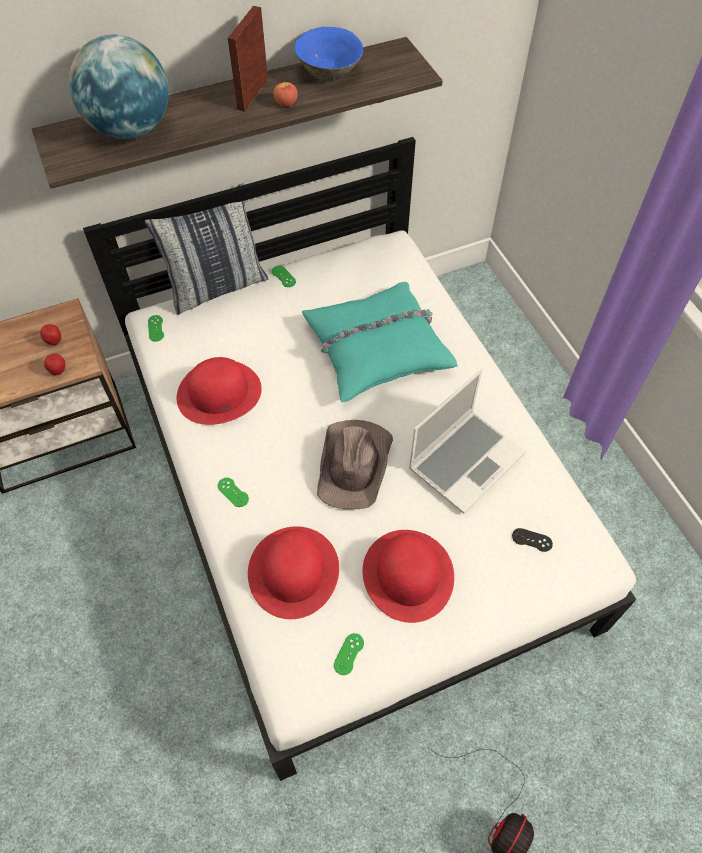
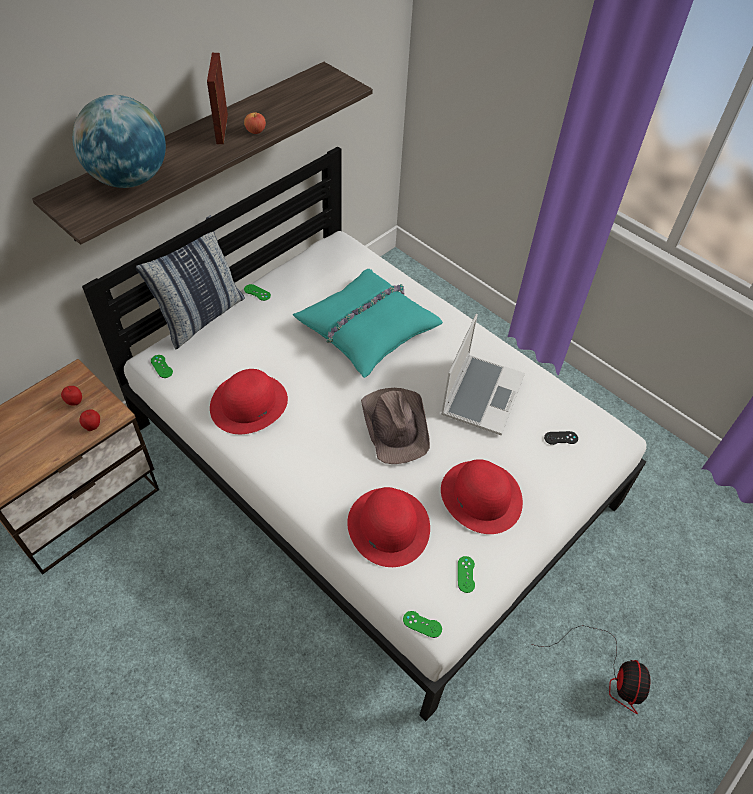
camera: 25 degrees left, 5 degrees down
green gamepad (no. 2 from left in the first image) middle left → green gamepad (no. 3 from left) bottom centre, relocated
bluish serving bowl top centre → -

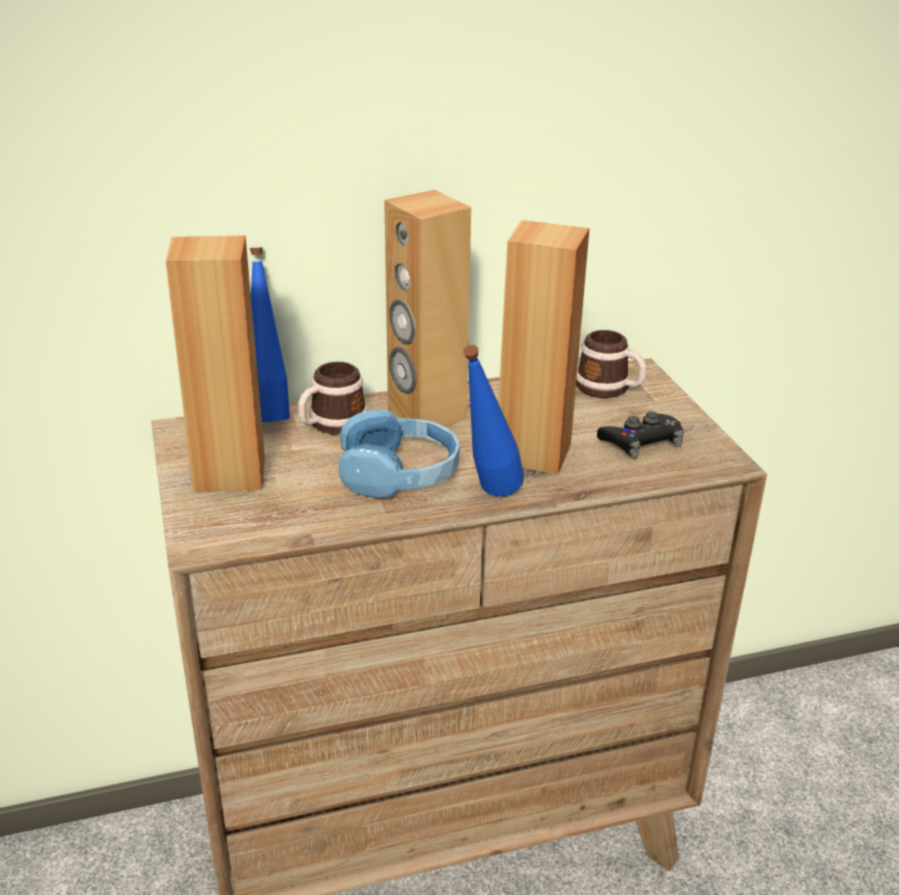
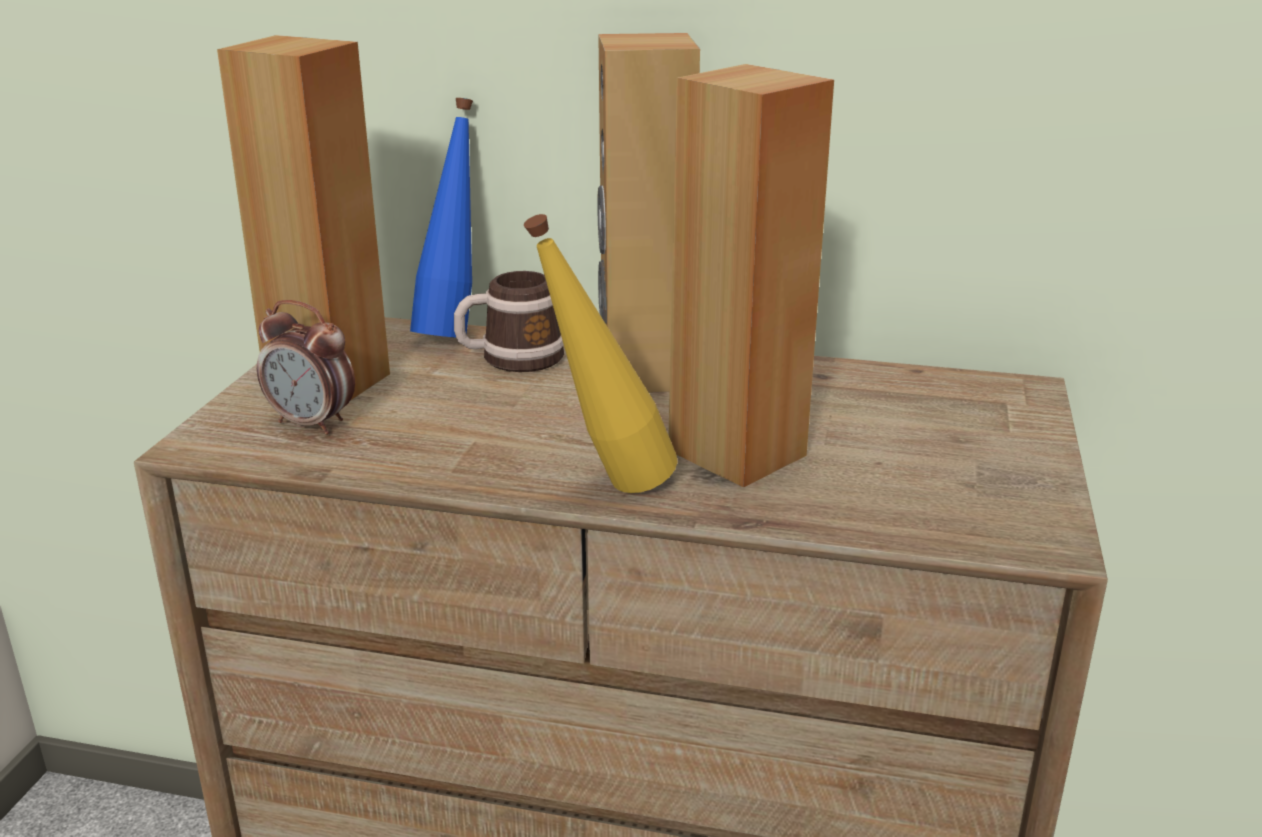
camera: 30 degrees right, 5 degrees down
- → alarm clock middle left
bluish drink bottle (no. 2 from left) centre → yellow drink bottle centre
bluish pair of headphones centre → -
mug (no. 2 from left) middle right → -
black gamepad middle right → -

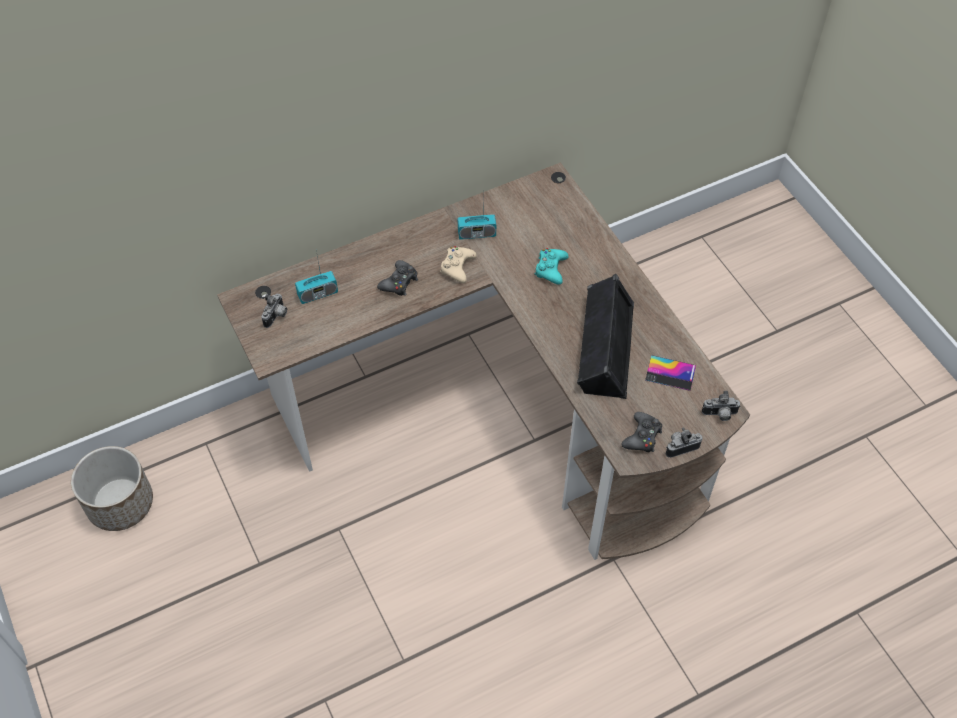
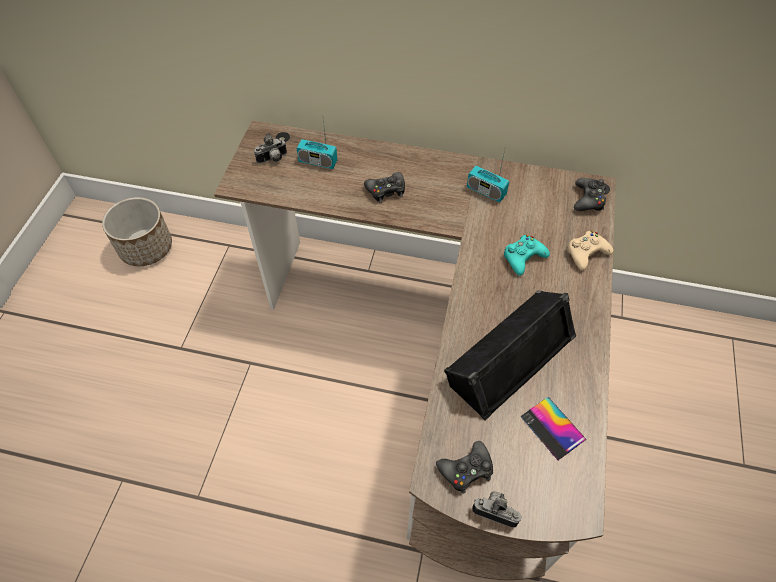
camera: 40 degrees right, 0 degrees up
sand-coloured gamepad centre → sand-coloured gamepad middle right, relocated
- → black gamepad (no. 3 from left) middle right
still camera (no. 3 from left) middle right → -

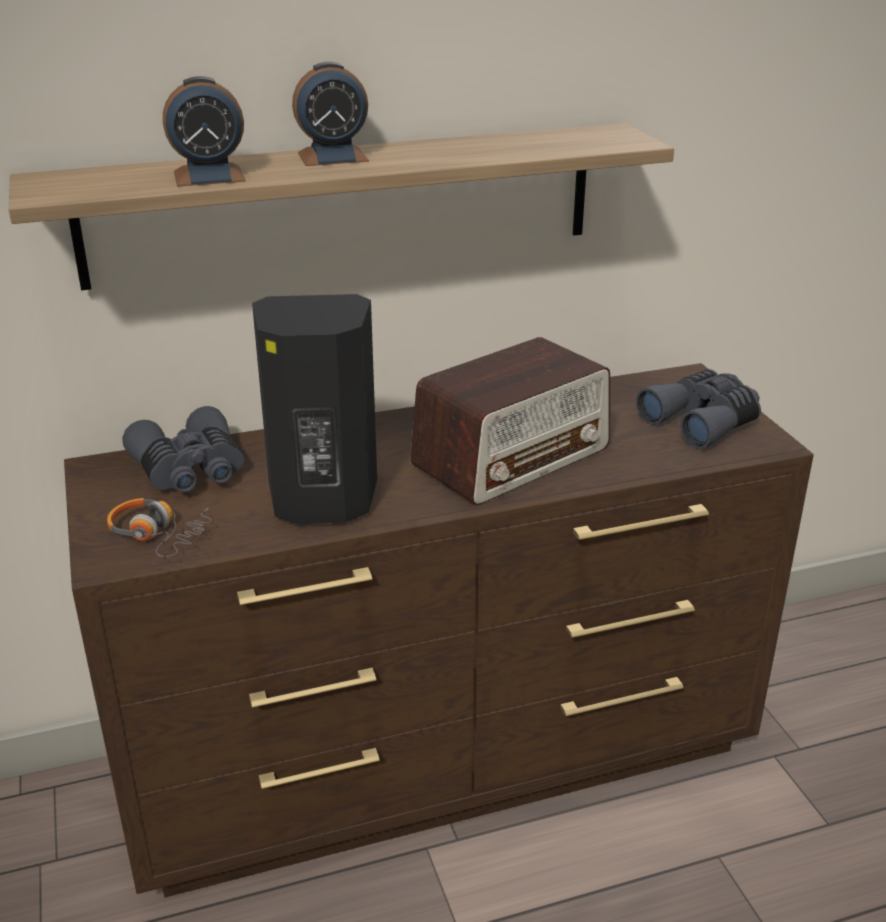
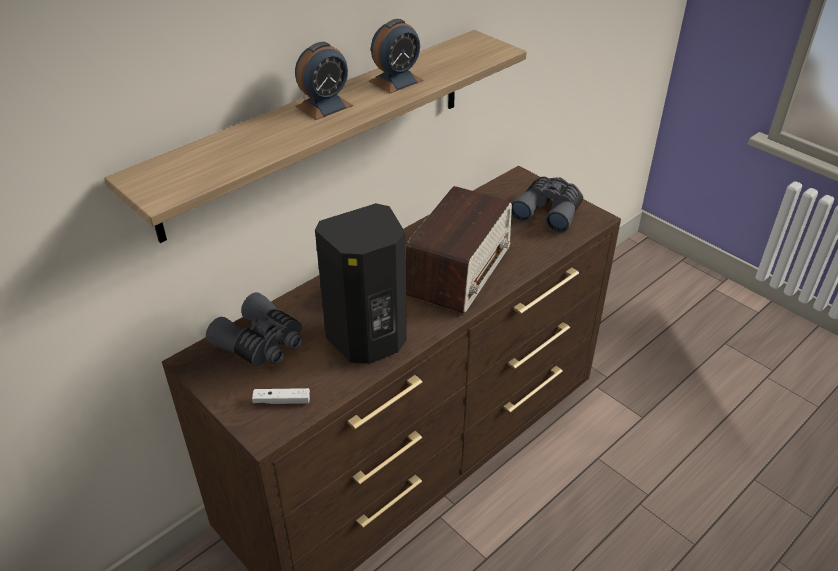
camera: 25 degrees left, 10 degrees up
pair of headphones middle left → whitish gamepad bottom centre
alarm clock (no. 1 from left in the first image) top left → alarm clock (no. 2 from left) top centre, relocated

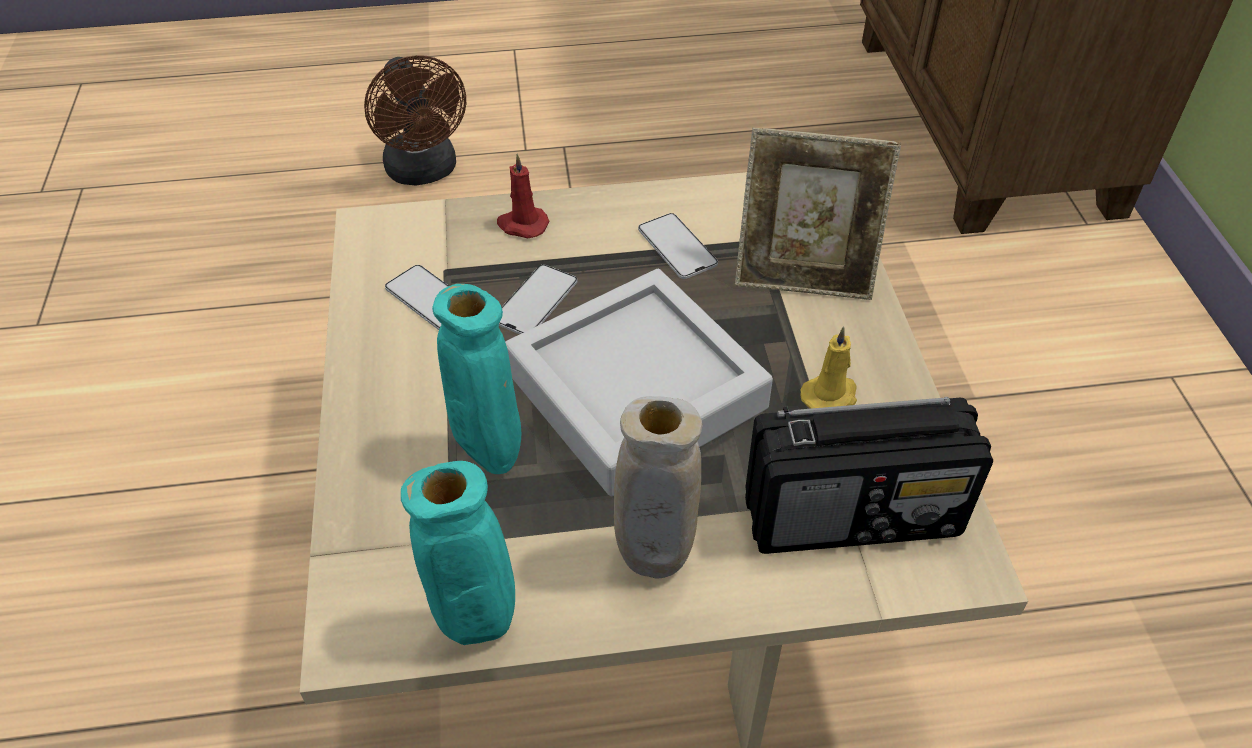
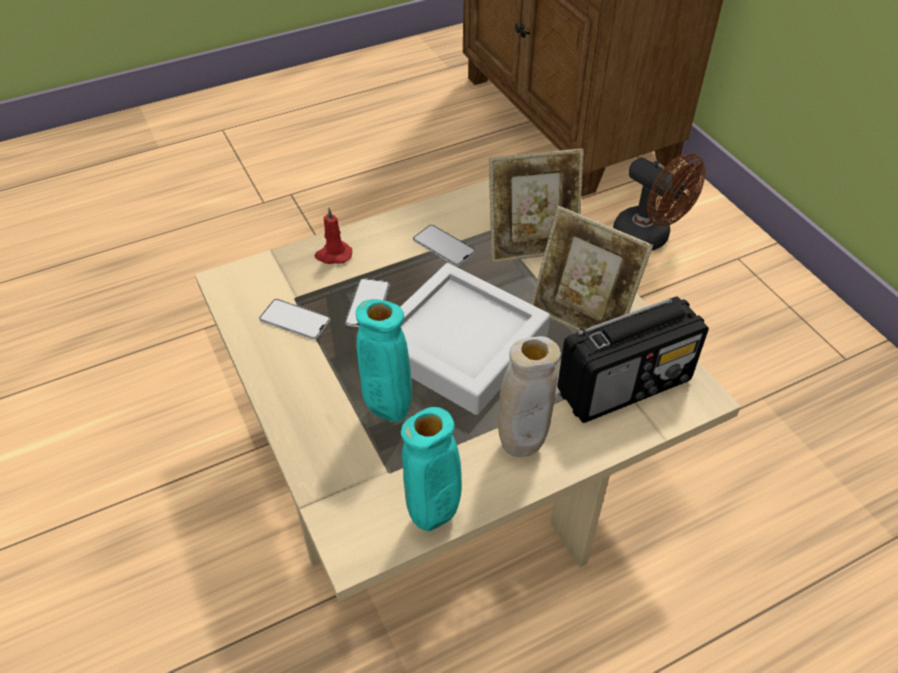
camera: 20 degrees left, 0 degrees up
yellow candle centre → standing frame (no. 2 from left) centre
brown-coloured cooling fan top left → brown-coloured cooling fan top right, relocated

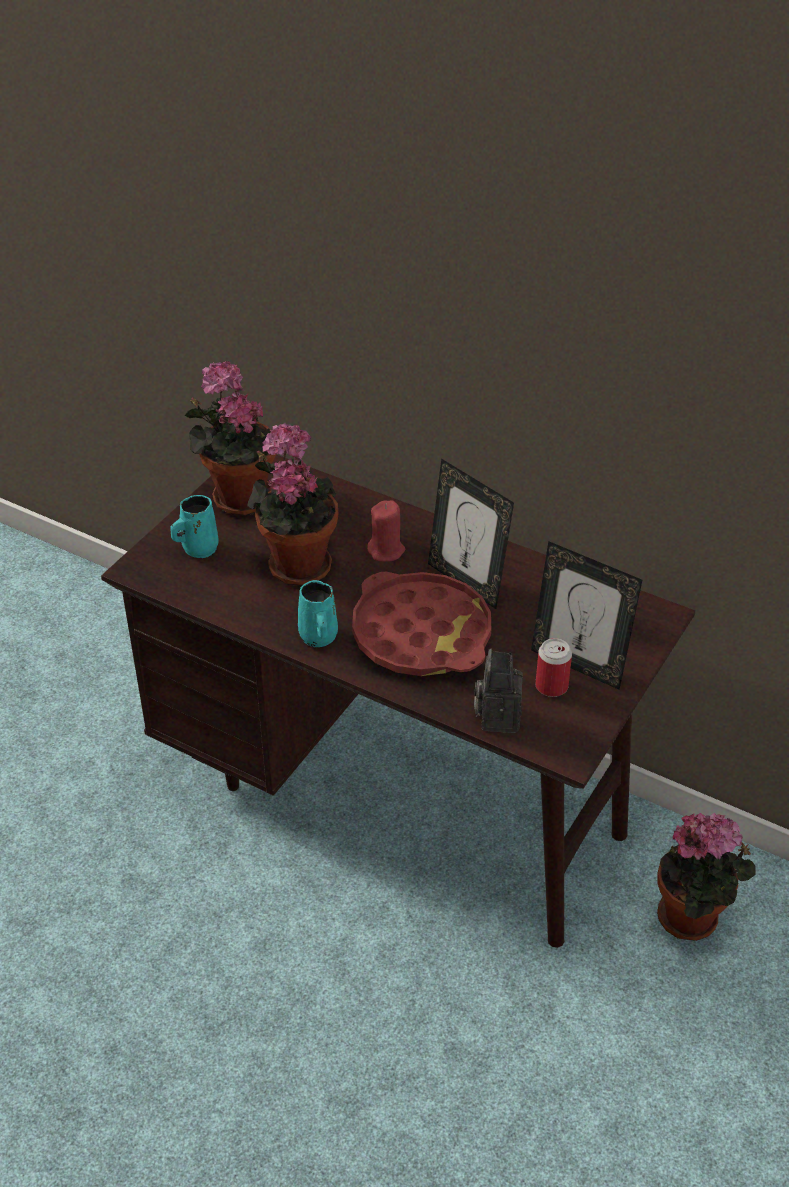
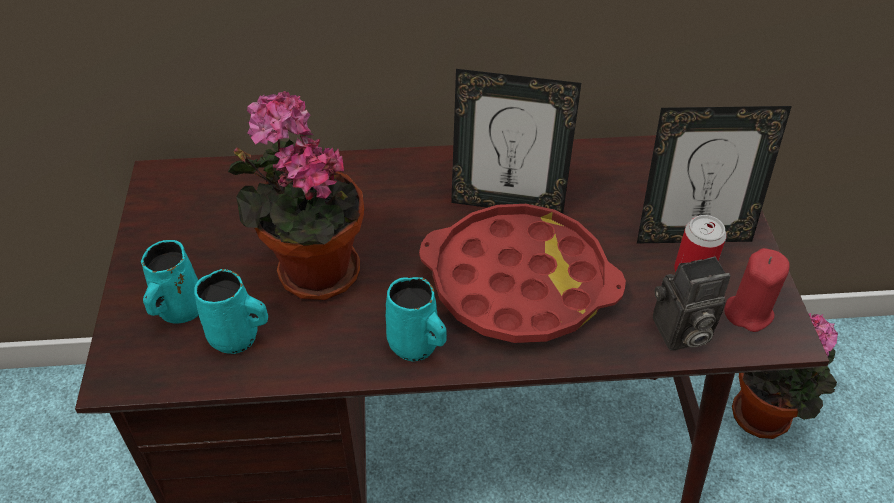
camera: 35 degrees left, 5 degrees up
- → turquoise mug (no. 2 from left) middle left
still camera centre → still camera middle right, 75 degrees counterclockwise
reddish candle centre → reddish candle middle right, relocated
plant in a pot (no. 1 from left) middle left → -

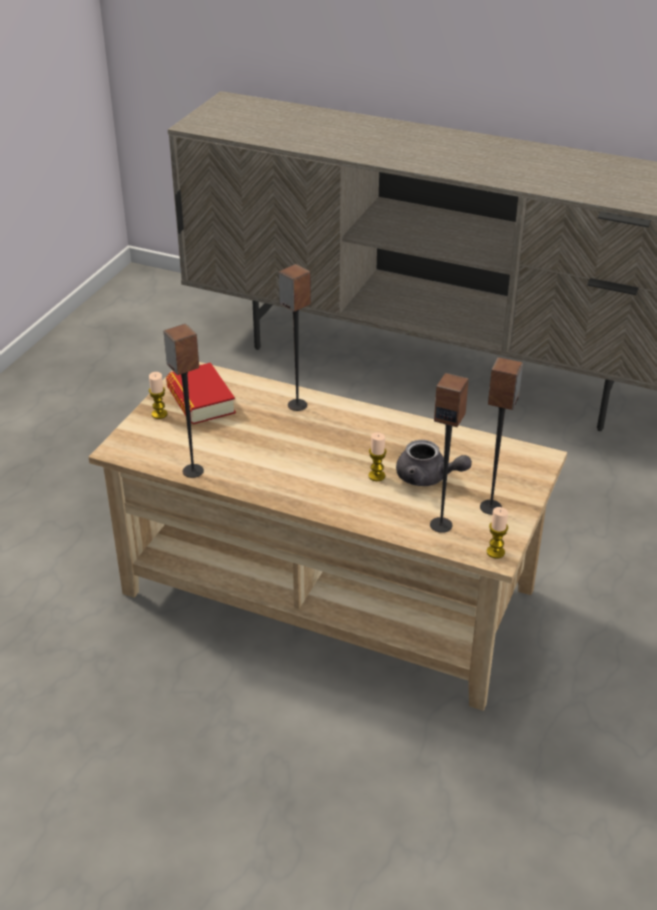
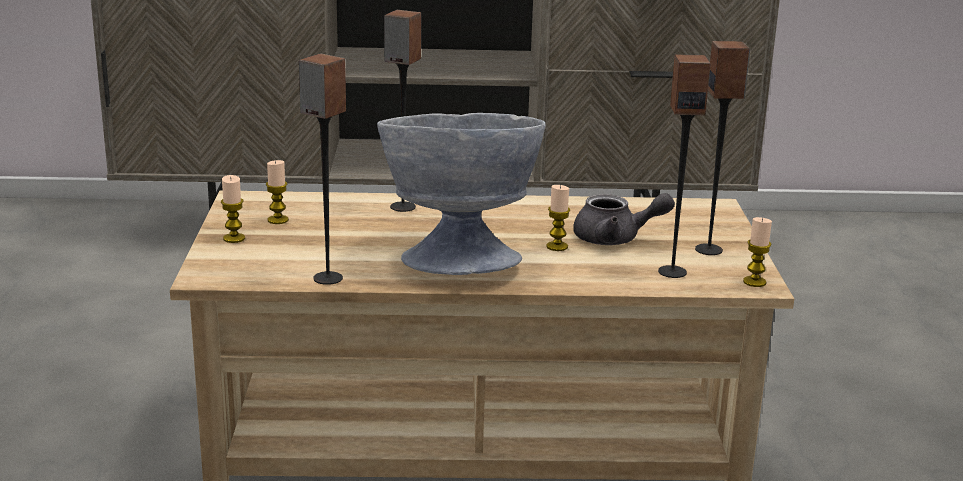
camera: 25 degrees left, 15 degrees down
volume middle left → candle (no. 2 from left) middle left
- → grey serving bowl centre

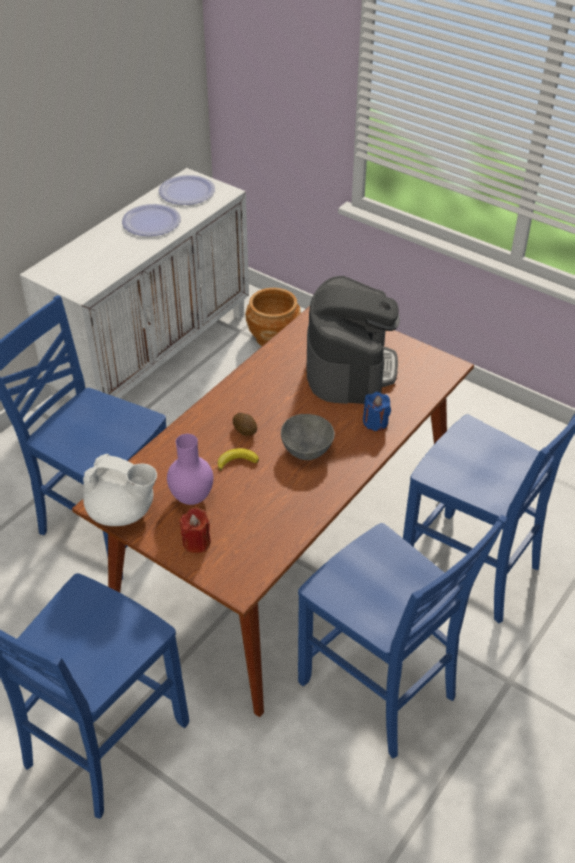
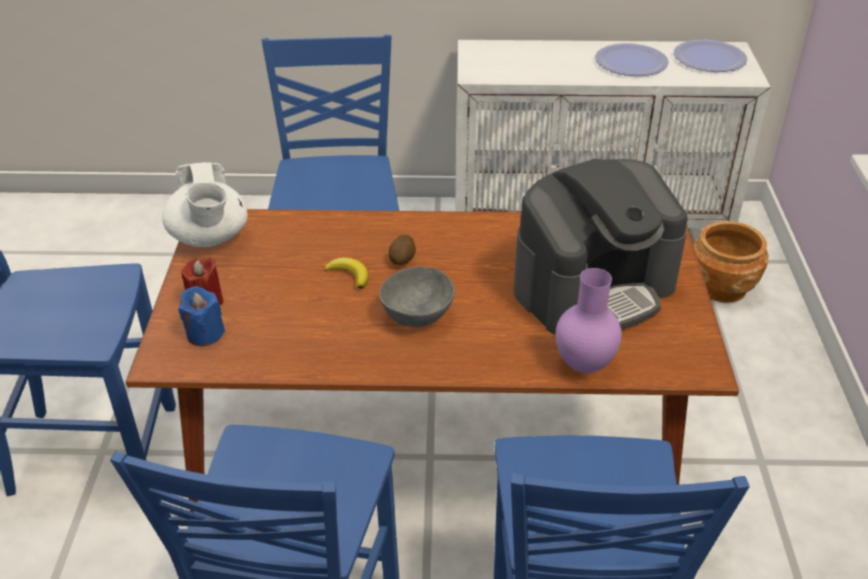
camera: 55 degrees right, 5 degrees down
bluish candle centre → bluish candle middle left, relocated
purple decorative vase middle left → purple decorative vase middle right, relocated

